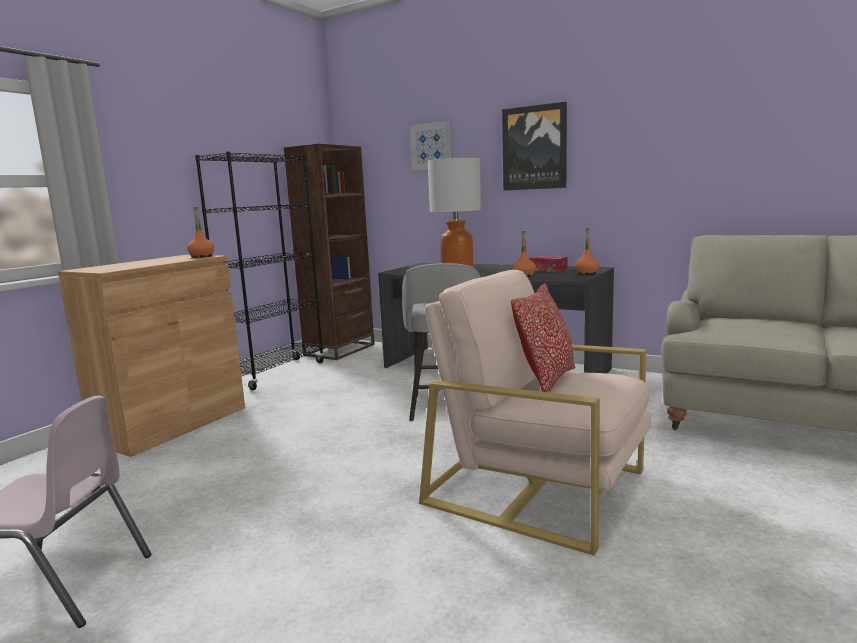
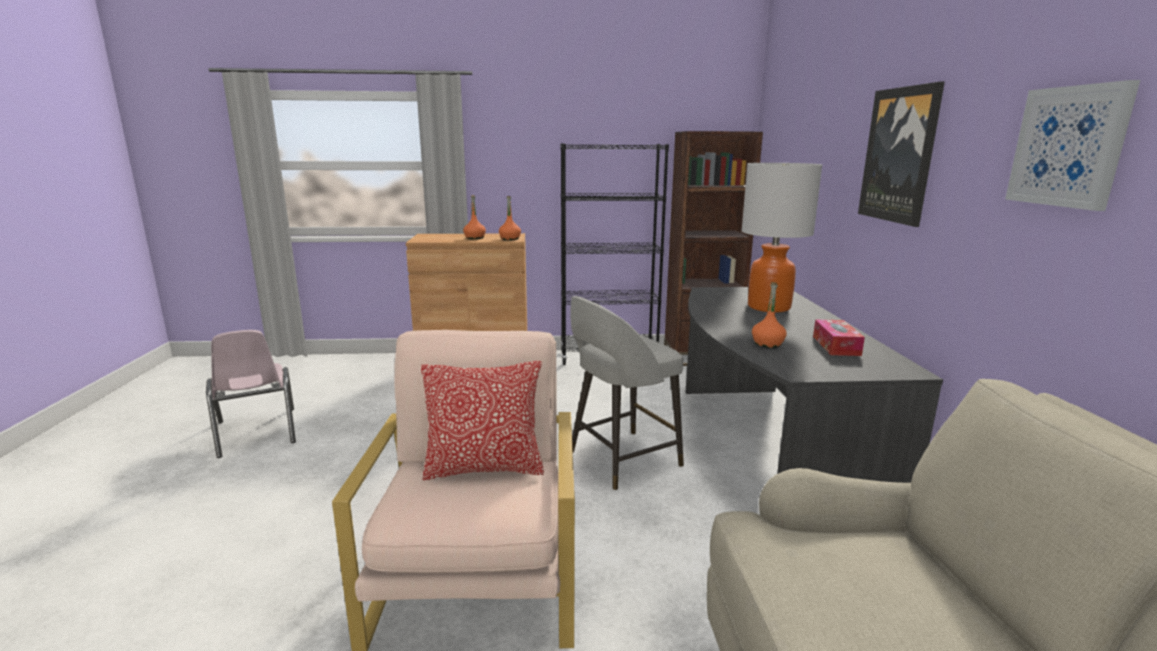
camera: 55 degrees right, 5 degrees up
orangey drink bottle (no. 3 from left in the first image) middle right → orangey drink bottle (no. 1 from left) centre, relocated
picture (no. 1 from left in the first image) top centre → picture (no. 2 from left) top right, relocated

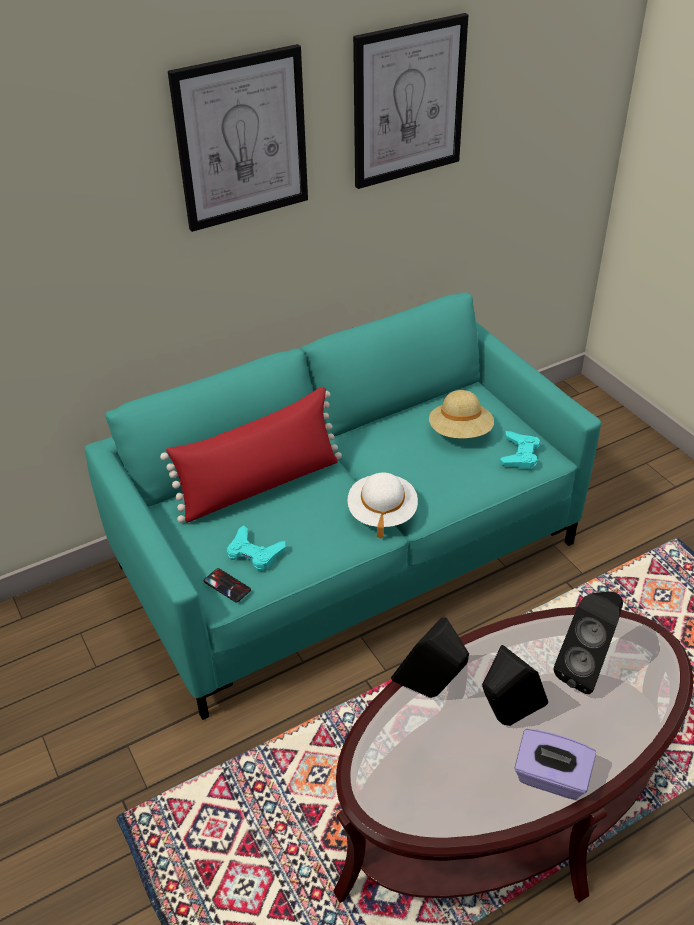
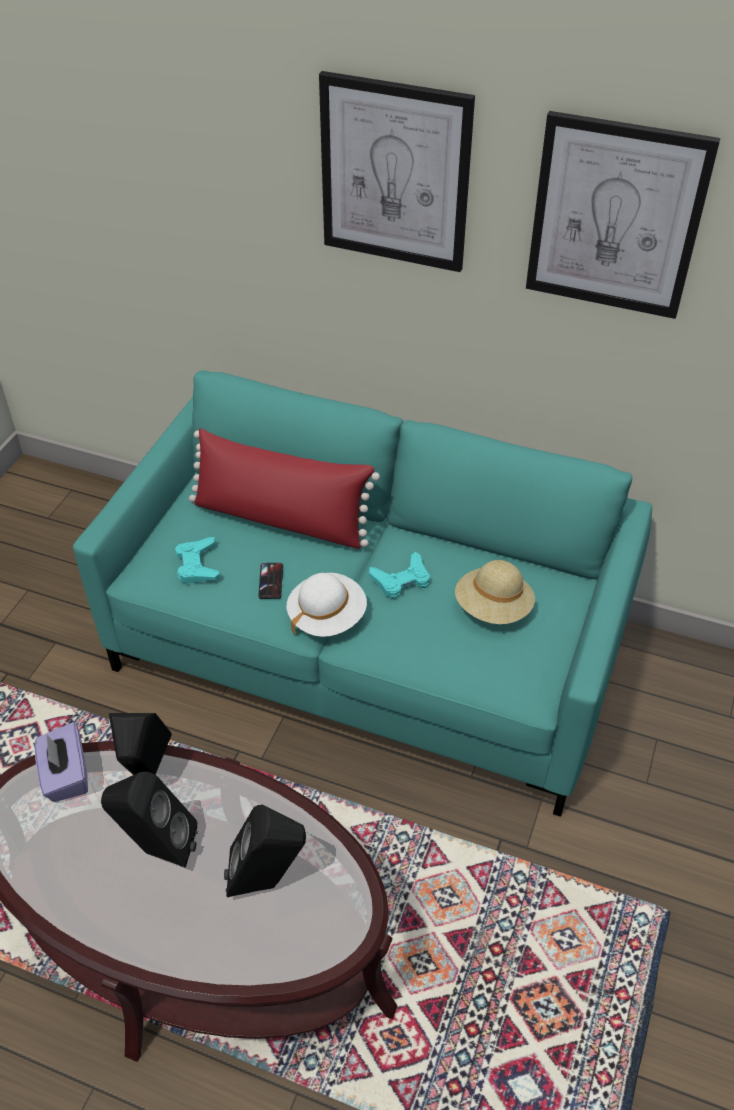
camera: 50 degrees right, 5 degrees up
purple tissue box bottom right → purple tissue box bottom left, relocated
handset middle left → handset centre, relocated
turquoise gamepad (no. 2 from left) middle right → turquoise gamepad (no. 2 from left) centre, relocated

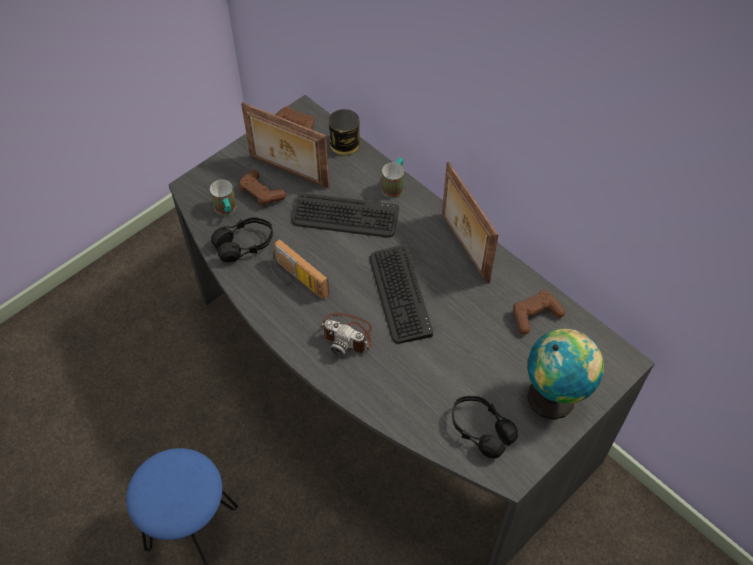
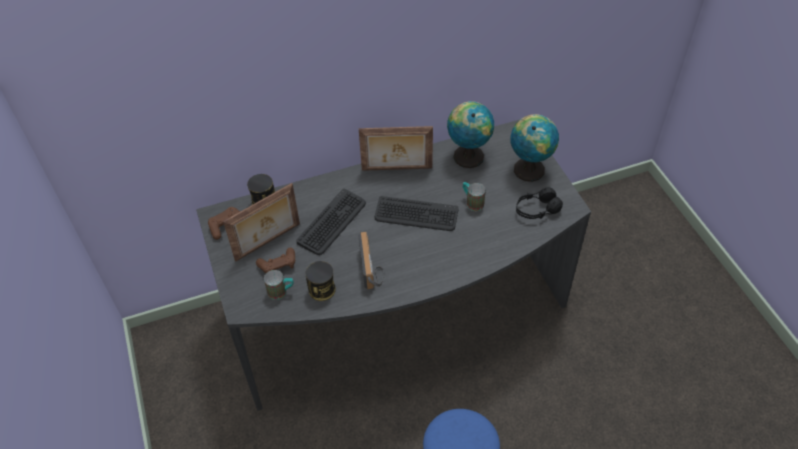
camera: 65 degrees left, 5 degrees down
black pair of headphones (no. 1 from left) middle left → can (no. 2 from left) centre
radio set centre, 75 degrees counterclockwise
brown-coloured gamepad (no. 3 from left) middle right → world globe (no. 1 from left) top centre
mug (no. 2 from left) top centre → mug (no. 2 from left) centre, relocated
still camera centre → -

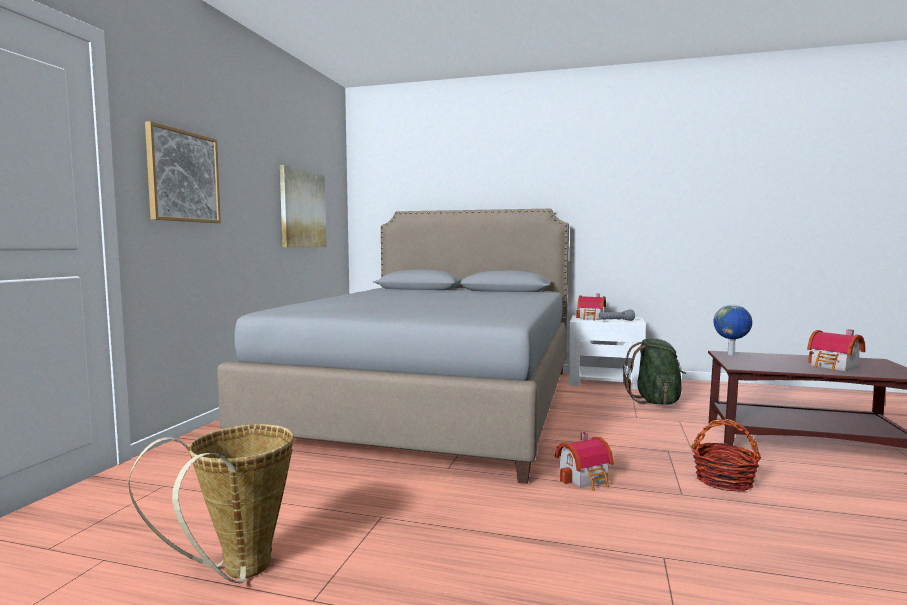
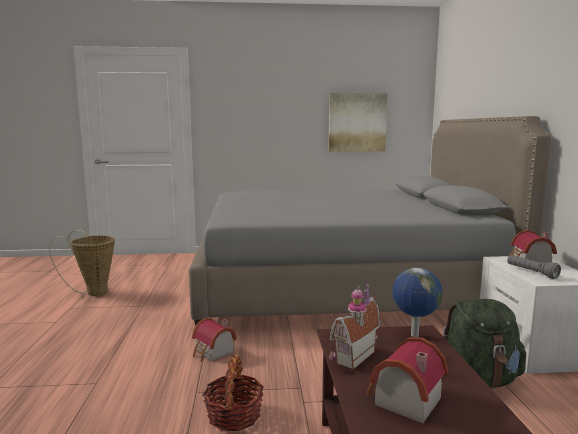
camera: 70 degrees right, 5 degrees up
- → toy house (no. 2 from left) bottom centre
picture (no. 1 from left) top left → -

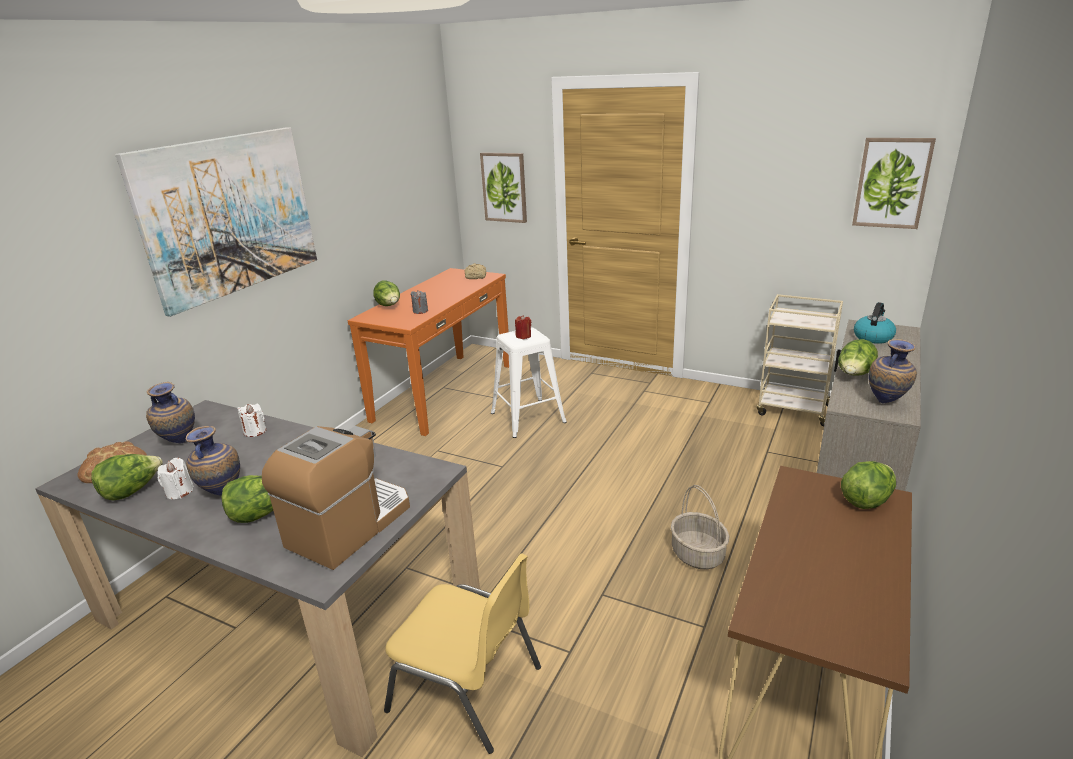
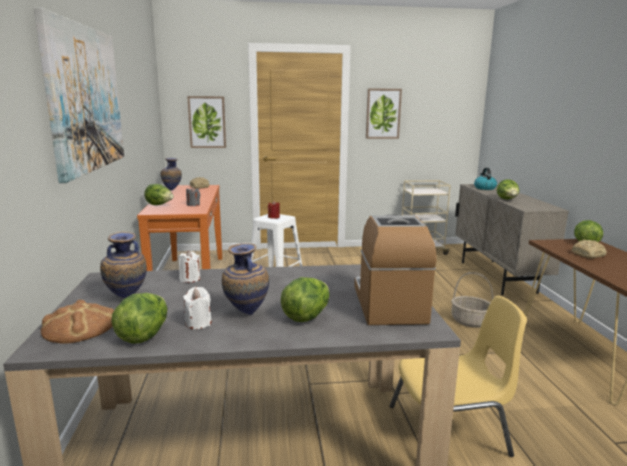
camera: 35 degrees left, 10 degrees down
decorative vase (no. 3 from left in the first image) middle right → decorative vase (no. 2 from left) middle left, relocated
picture (no. 3 from left) top right → picture (no. 3 from left) top centre, relocated
- → bread (no. 3 from left) middle right

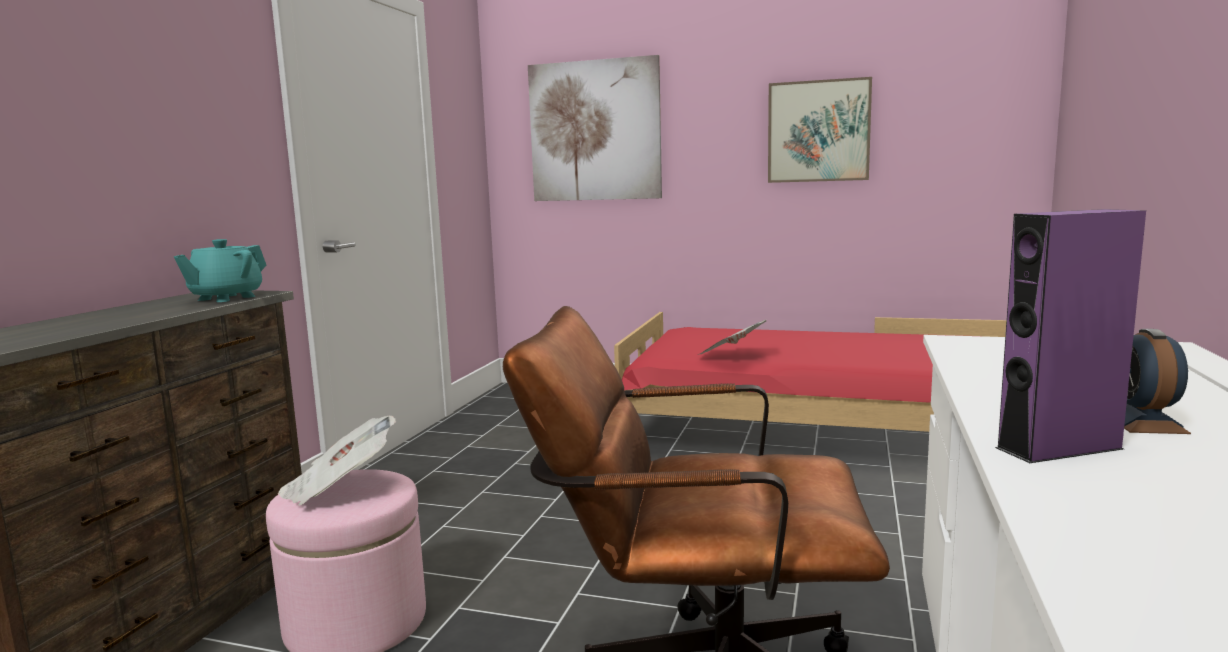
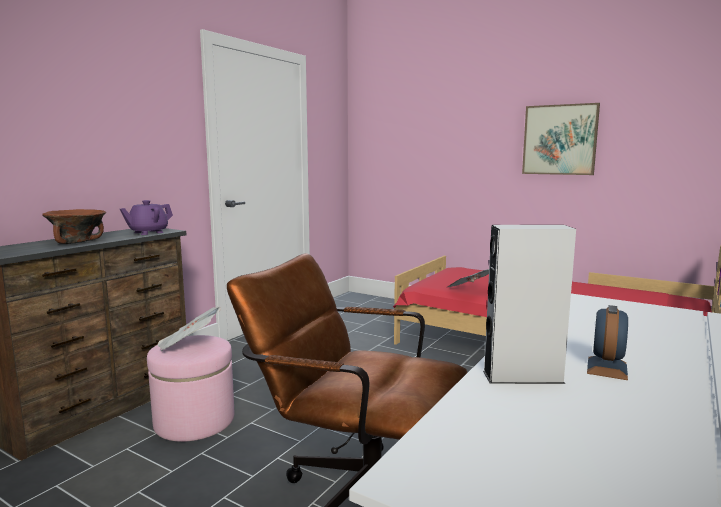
camera: 15 degrees right, 0 degrees up
- → brown-coloured serving bowl middle left
turquoise teapot middle left → purple teapot middle left
purple audio speaker middle right → grey audio speaker middle right
picture (no. 1 from left) top centre → -

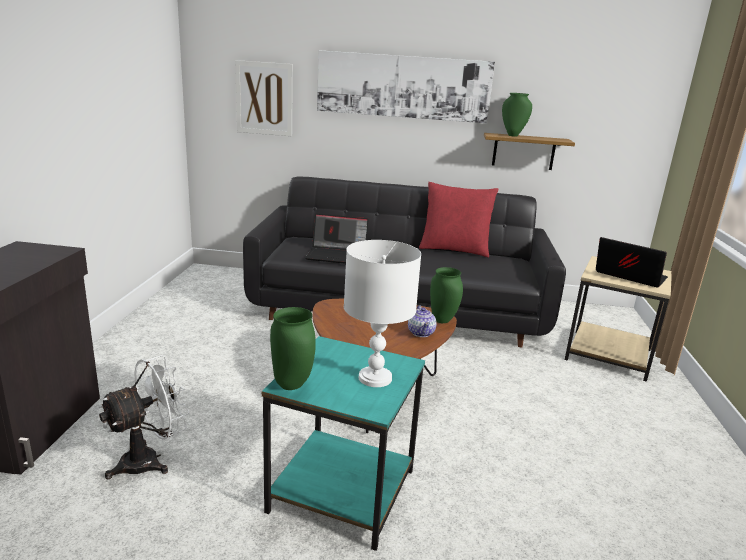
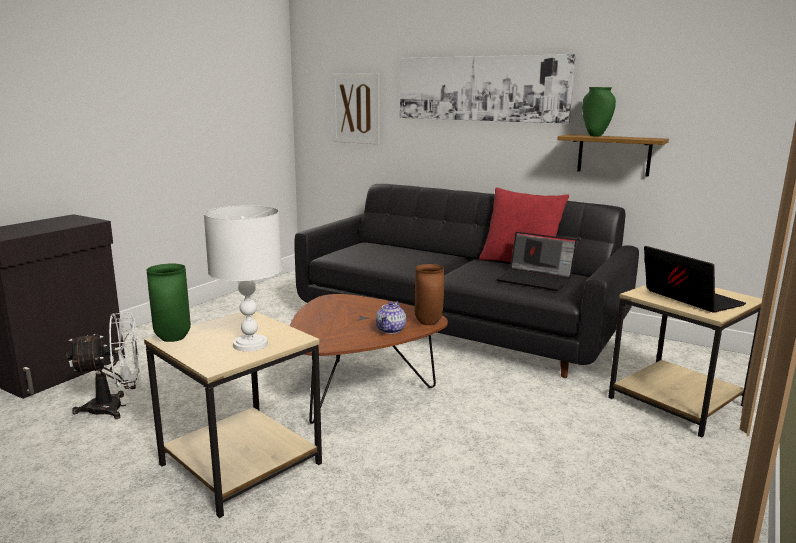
camera: 25 degrees right, 5 degrees down
turquoise accent table bottom centre → sand-coloured accent table (no. 1 from left) bottom left
green decorative vase (no. 2 from left) centre → brown-coloured decorative vase centre
notebook computer (no. 1 from left) centre → notebook computer (no. 1 from left) middle right, relocated

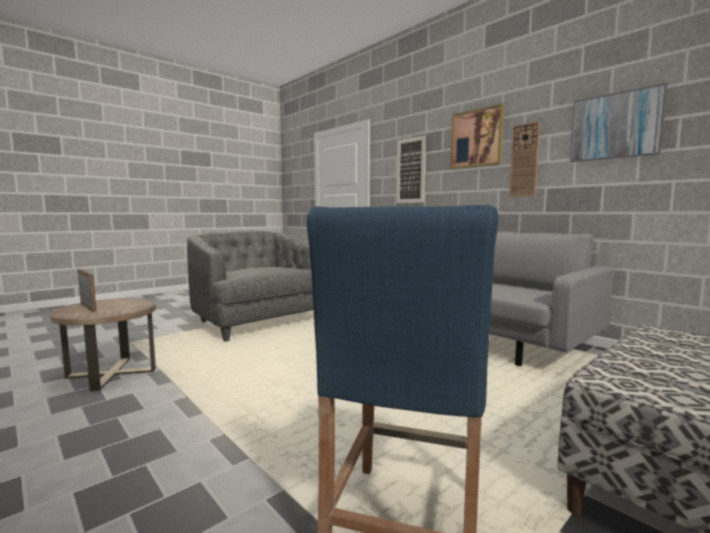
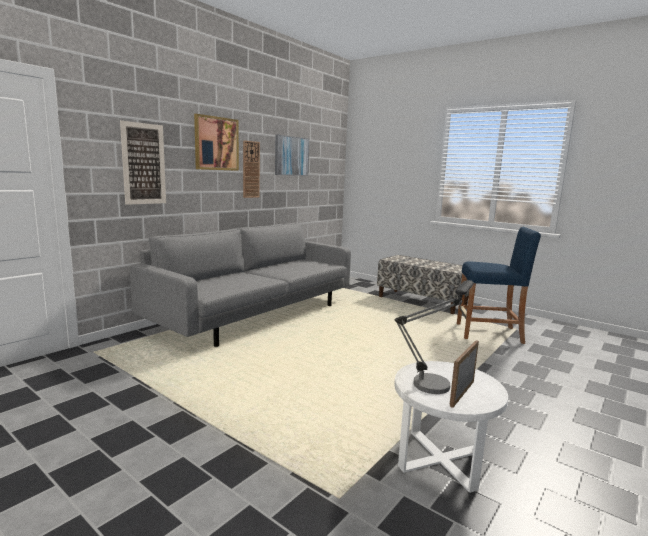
camera: 100 degrees left, 5 degrees up
brown-coloured accent table middle left → whitish accent table bottom right
- → table lamp middle right
grey armchair centre → -

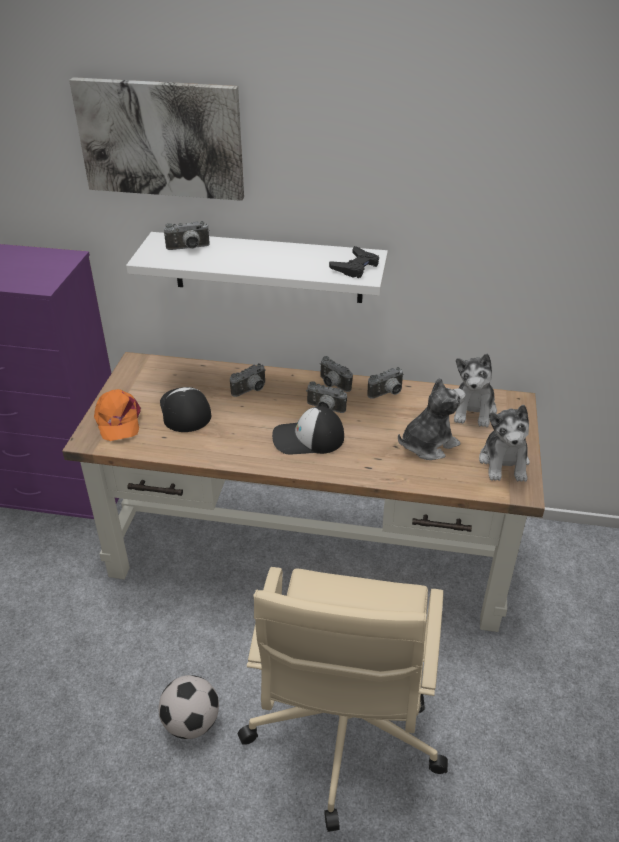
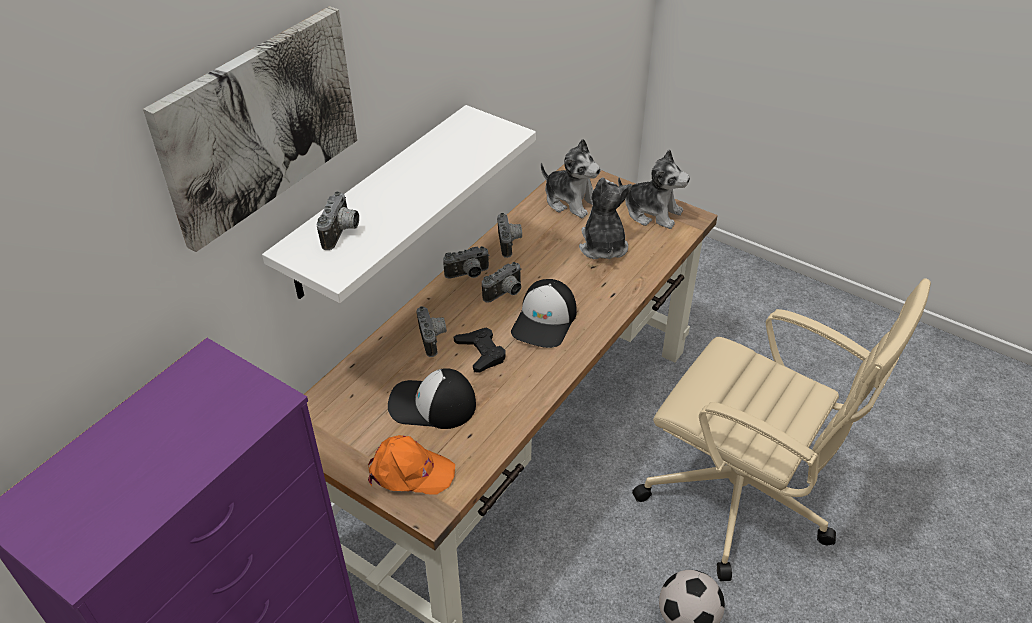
camera: 65 degrees left, 5 degrees up
black gamepad top centre → black gamepad centre, relocated

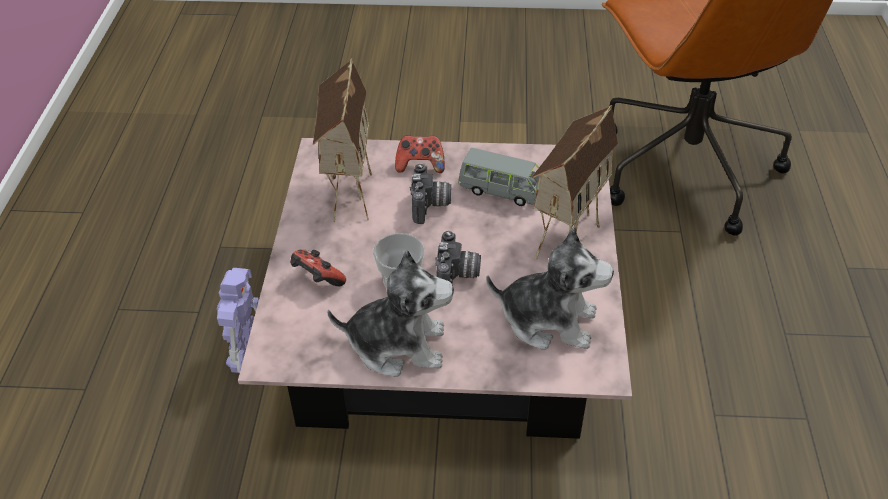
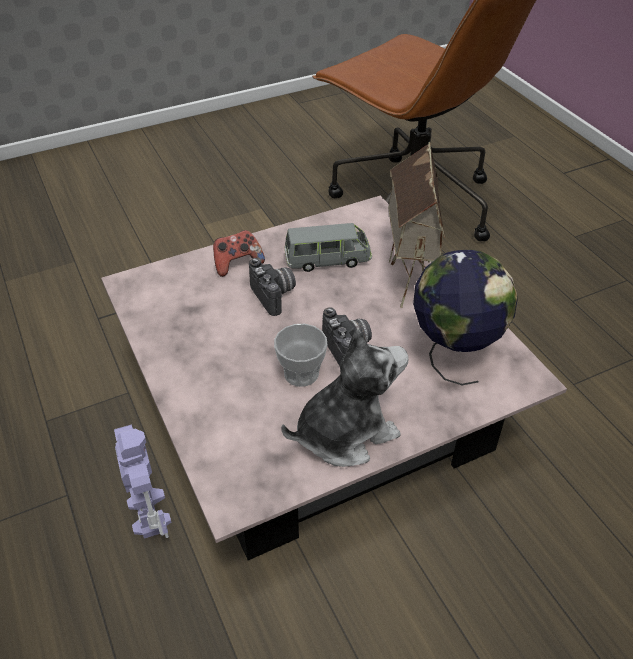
camera: 30 degrees left, 0 degrees up
plush toy (no. 2 from left) centre → world globe middle right
gamepad (no. 1 from left) centre → -
toy house (no. 1 from left) top centre → -

